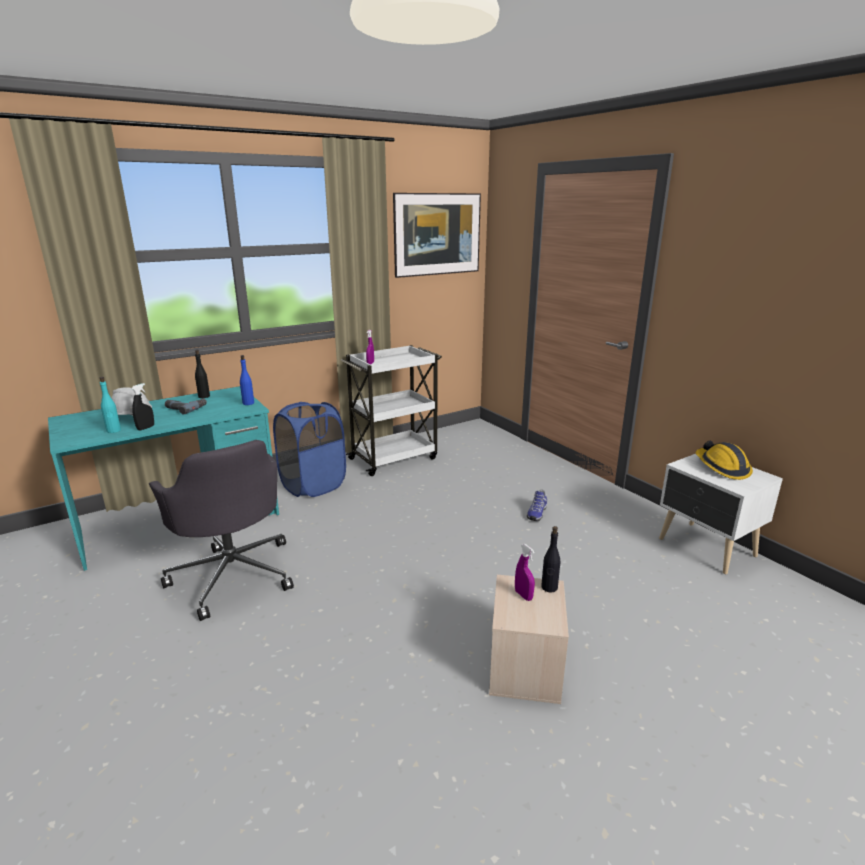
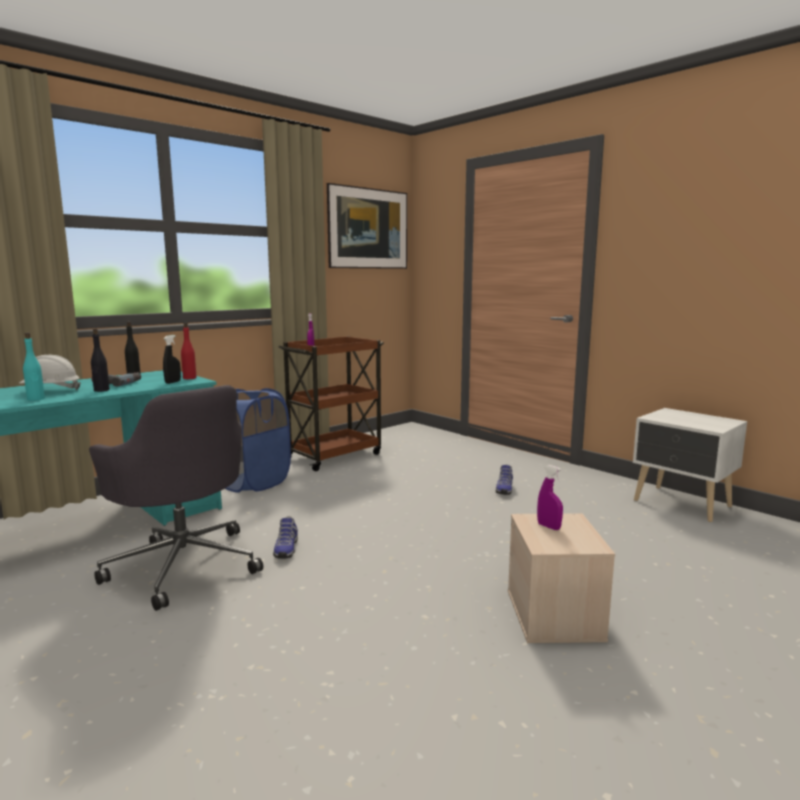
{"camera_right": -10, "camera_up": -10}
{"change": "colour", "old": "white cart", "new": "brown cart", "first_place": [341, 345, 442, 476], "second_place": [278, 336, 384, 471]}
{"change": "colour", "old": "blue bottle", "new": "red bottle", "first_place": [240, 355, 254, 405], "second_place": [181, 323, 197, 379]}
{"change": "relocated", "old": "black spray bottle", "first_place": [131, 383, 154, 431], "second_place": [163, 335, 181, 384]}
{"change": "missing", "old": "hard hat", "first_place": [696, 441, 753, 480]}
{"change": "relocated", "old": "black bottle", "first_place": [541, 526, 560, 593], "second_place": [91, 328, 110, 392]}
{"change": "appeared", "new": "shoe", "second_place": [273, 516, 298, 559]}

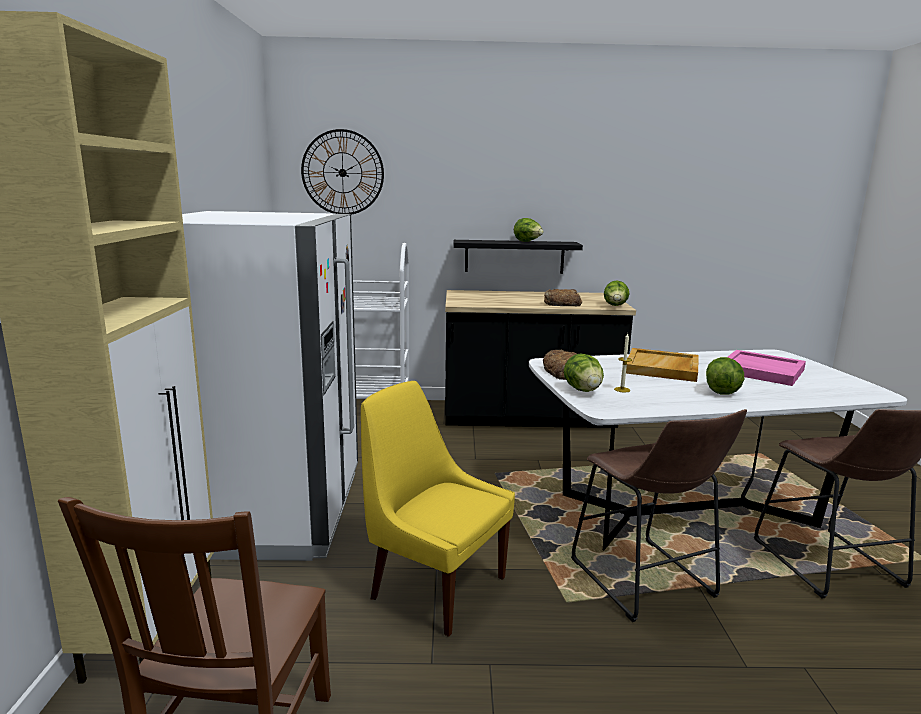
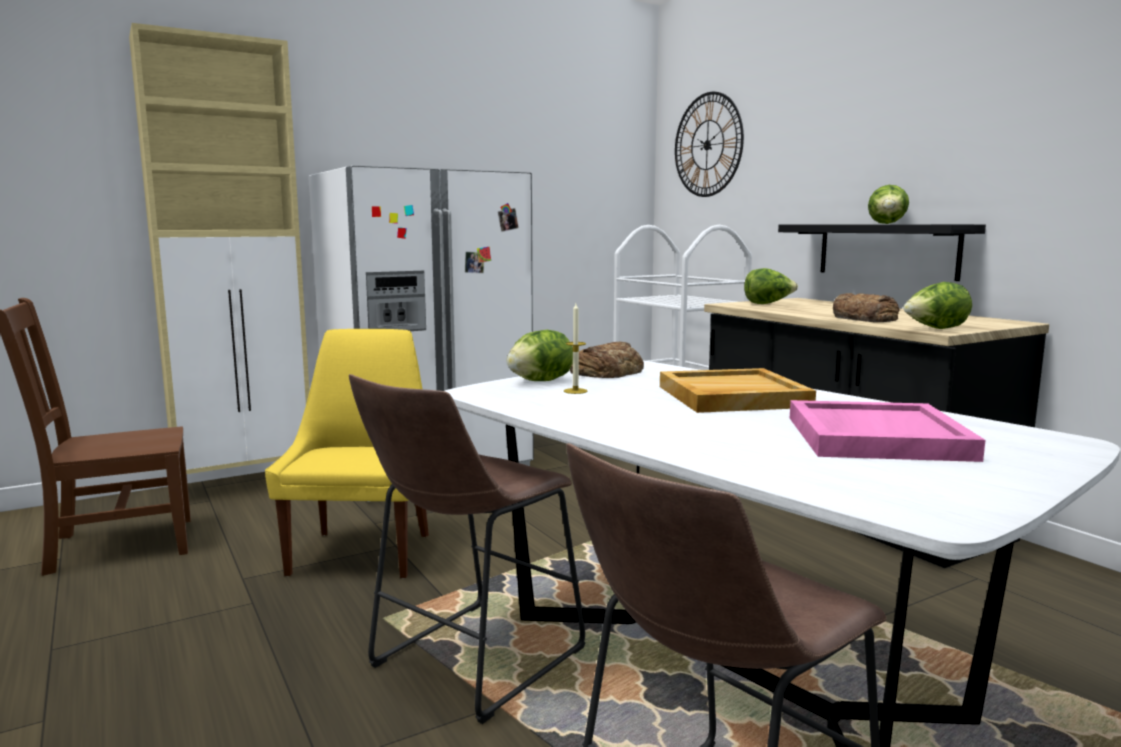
{"camera_right": 60, "camera_up": -5}
{"change": "relocated", "old": "lettuce", "first_place": [706, 357, 744, 395], "second_place": [744, 268, 798, 304]}

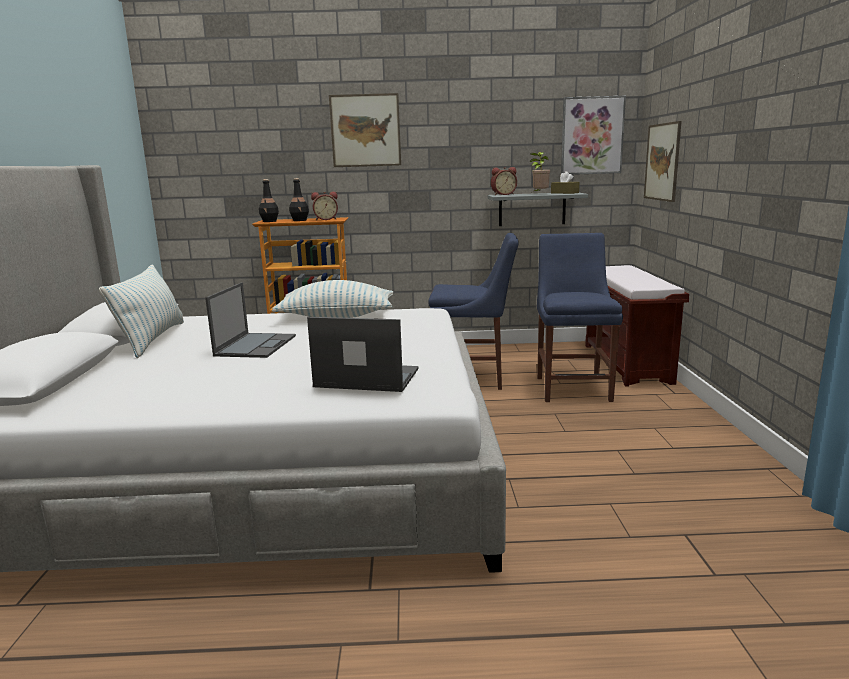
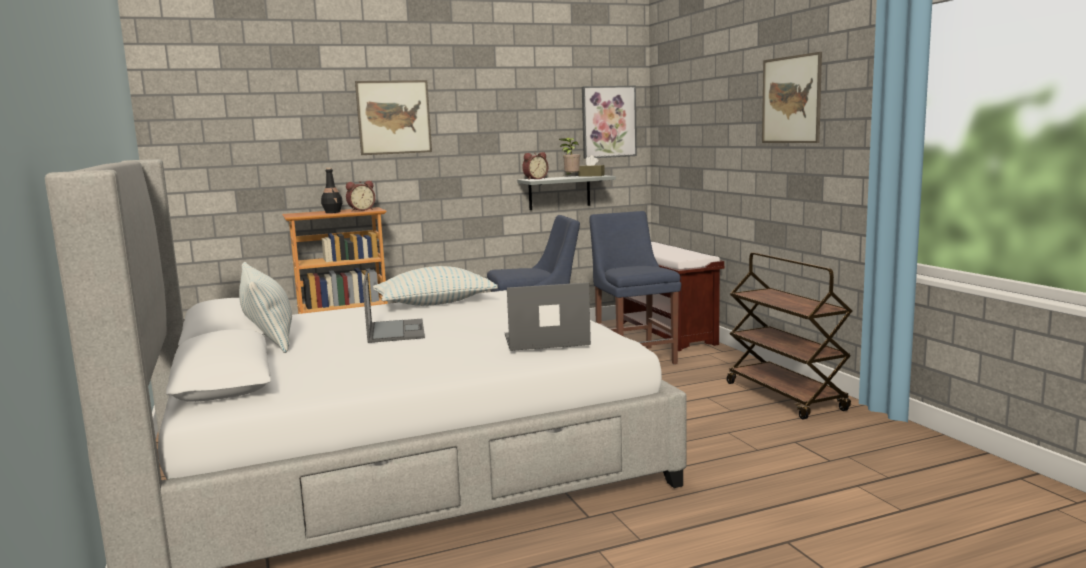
{"camera_right": -20, "camera_up": -5}
{"change": "relocated", "old": "picture", "first_place": [644, 121, 682, 202], "second_place": [762, 52, 822, 143]}
{"change": "missing", "old": "black bottle", "first_place": [259, 179, 279, 222]}
{"change": "appeared", "new": "brown cart", "second_place": [727, 252, 852, 419]}

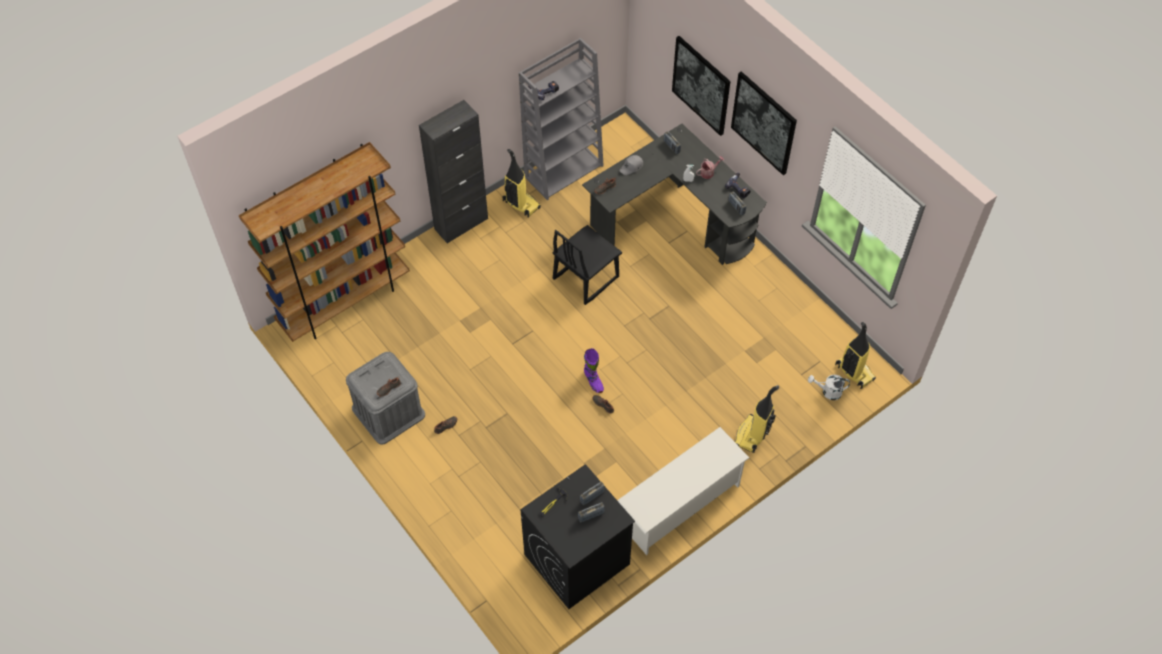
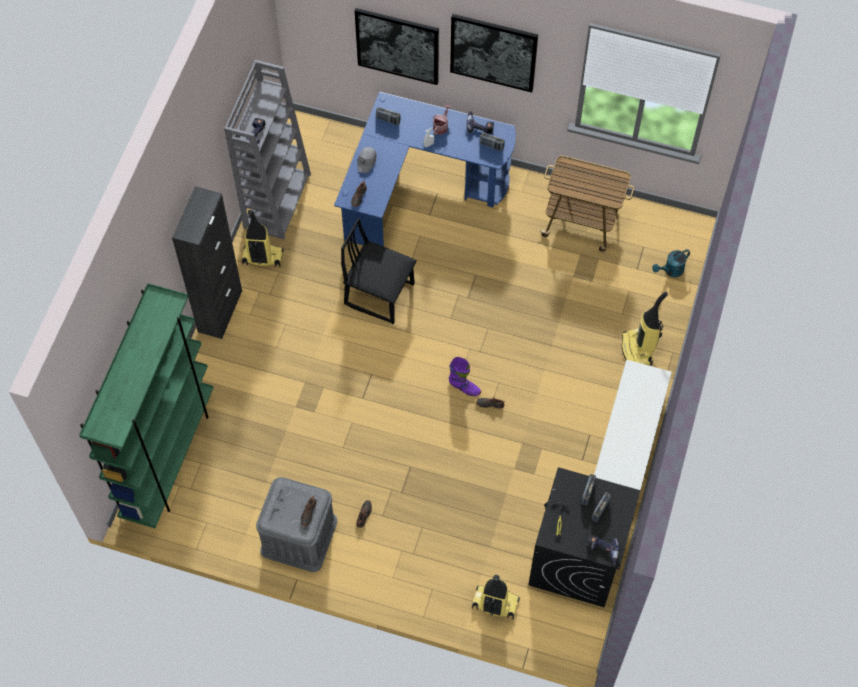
{"camera_right": -35, "camera_up": 5}
{"change": "colour", "old": "black desk", "new": "blue desk", "first_place": [582, 124, 767, 265], "second_place": [334, 92, 516, 247]}
{"change": "colour", "old": "brown bookcase", "new": "green bookcase", "first_place": [239, 142, 410, 342], "second_place": [79, 283, 213, 528]}
{"change": "spun", "old": "black chair", "first_place": [553, 225, 622, 305], "second_place": [341, 218, 417, 324], "degrees": 105}
{"change": "relocated", "old": "vacuum cleaner", "first_place": [835, 322, 876, 389], "second_place": [472, 575, 520, 620]}
{"change": "colour", "old": "white watering can", "new": "turquoise watering can", "first_place": [808, 375, 850, 400], "second_place": [652, 249, 690, 277]}
{"change": "appeared", "new": "cart", "second_place": [538, 156, 634, 252]}
{"change": "appeared", "new": "power drill", "second_place": [587, 535, 619, 566]}

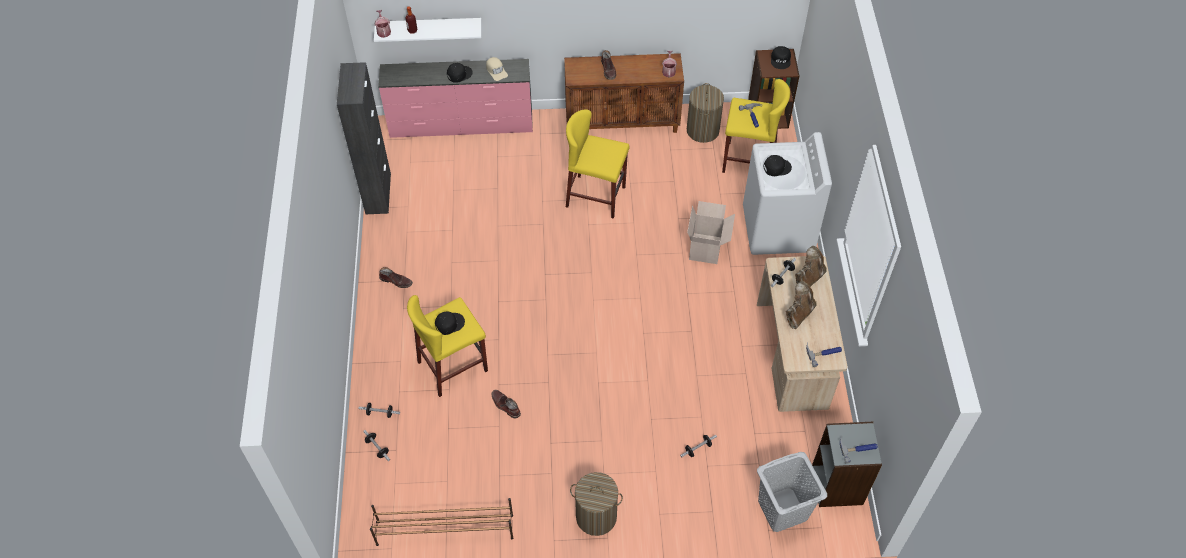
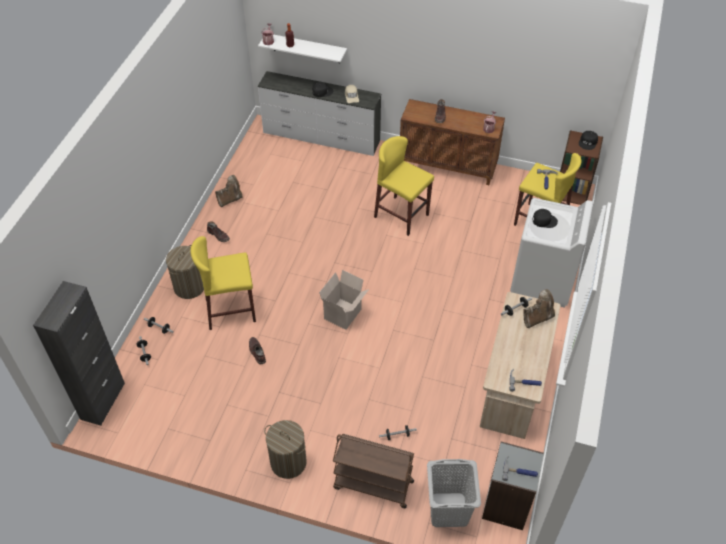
{"camera_right": 20, "camera_up": -5}
{"change": "colour", "old": "pink dresser", "new": "white dresser", "first_place": [378, 59, 533, 138], "second_place": [258, 71, 381, 156]}
{"change": "relocated", "old": "black cabinet", "first_place": [337, 62, 391, 214], "second_place": [33, 281, 125, 426]}
{"change": "relocated", "old": "laundry basket", "first_place": [687, 83, 724, 143], "second_place": [166, 245, 204, 299]}
{"change": "relocated", "old": "cardboard box", "first_place": [687, 201, 735, 264], "second_place": [319, 270, 369, 330]}
{"change": "relocated", "old": "brown boot", "first_place": [786, 281, 817, 329], "second_place": [215, 175, 243, 207]}
{"change": "missing", "old": "black cap", "first_place": [435, 312, 465, 335]}
{"change": "missing", "old": "brown shoe rack", "first_place": [370, 498, 514, 546]}
{"change": "appeared", "new": "brown cart", "second_place": [333, 434, 414, 508]}

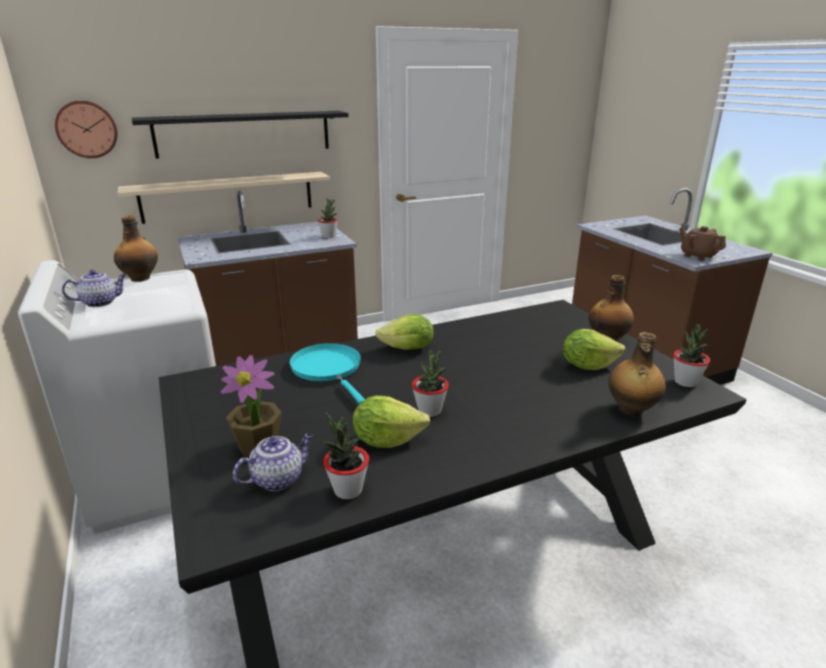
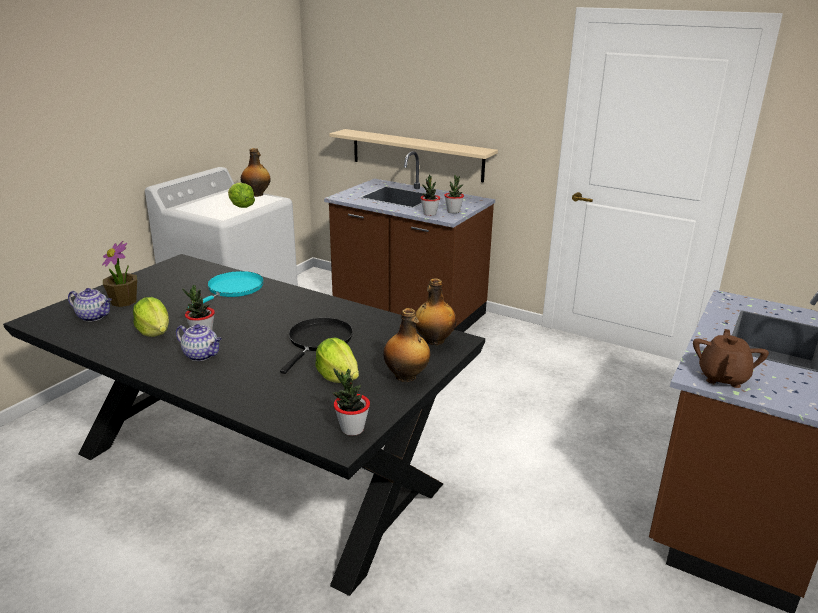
{"camera_right": 55, "camera_up": 0}
{"change": "missing", "old": "wall clock", "first_place": [55, 100, 118, 158]}
{"change": "missing", "old": "black shelf", "first_place": [132, 111, 349, 159]}
{"change": "relocated", "old": "teapot", "first_place": [62, 270, 127, 307], "second_place": [176, 324, 222, 361]}
{"change": "relocated", "old": "lettuce", "first_place": [375, 314, 434, 350], "second_place": [228, 182, 255, 208]}
{"change": "relocated", "old": "bottle", "first_place": [609, 332, 666, 416], "second_place": [416, 278, 457, 345]}
{"change": "relocated", "old": "potted plant", "first_place": [323, 413, 369, 499], "second_place": [421, 174, 440, 216]}
{"change": "appeared", "new": "black frying pan", "second_place": [280, 317, 353, 374]}

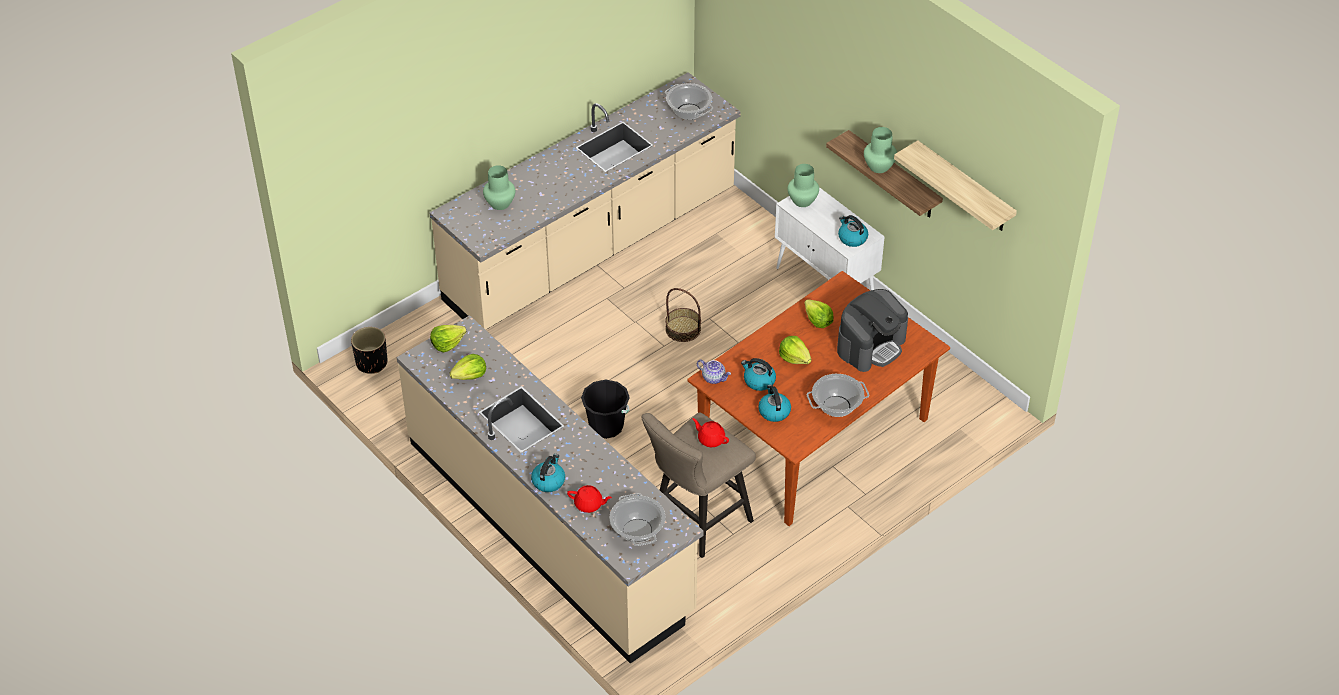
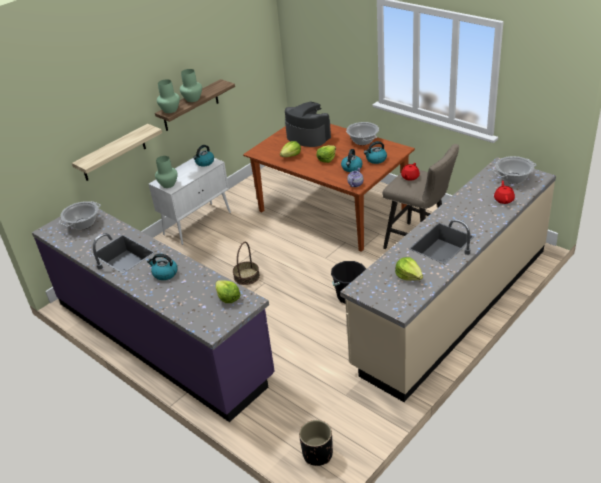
{"camera_right": -95, "camera_up": -10}
{"change": "colour", "old": "beige counter", "new": "purple counter", "first_place": [429, 72, 741, 330], "second_place": [32, 209, 275, 422]}
{"change": "relocated", "old": "shelf", "first_place": [894, 140, 1017, 231], "second_place": [72, 124, 162, 181]}
{"change": "relocated", "old": "green vase", "first_place": [483, 165, 515, 210], "second_place": [157, 79, 180, 113]}
{"change": "relocated", "old": "lettuce", "first_place": [430, 325, 467, 352], "second_place": [216, 280, 241, 303]}
{"change": "relocated", "old": "kettle", "first_place": [531, 454, 565, 492], "second_place": [147, 254, 178, 280]}

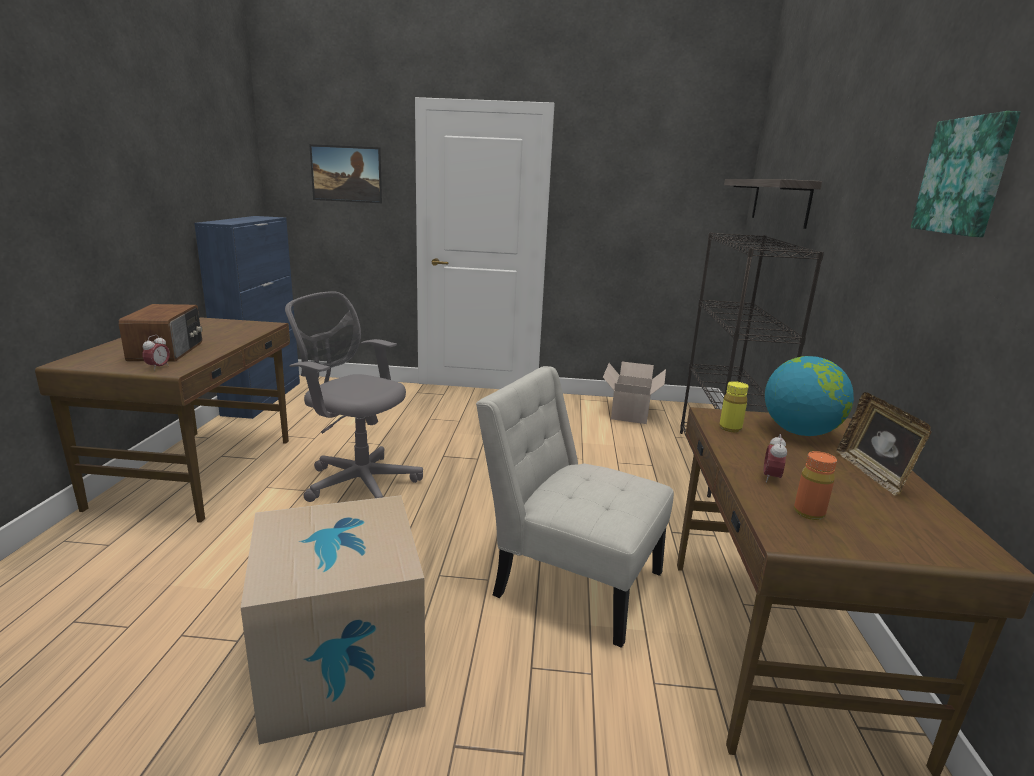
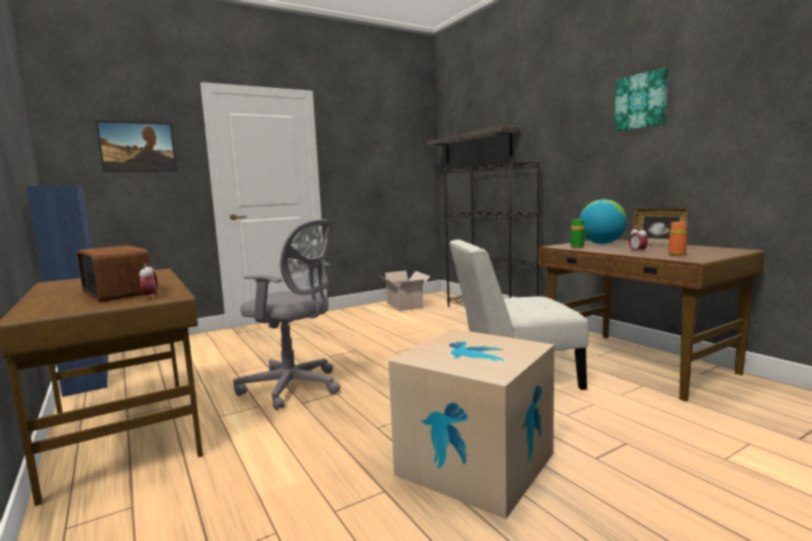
{"camera_right": -35, "camera_up": -10}
{"change": "spun", "old": "grey office chair", "first_place": [285, 291, 423, 502], "second_place": [233, 219, 340, 410], "degrees": -150}
{"change": "colour", "old": "yellow bottle", "new": "green bottle", "first_place": [719, 381, 748, 432], "second_place": [571, 219, 585, 248]}

